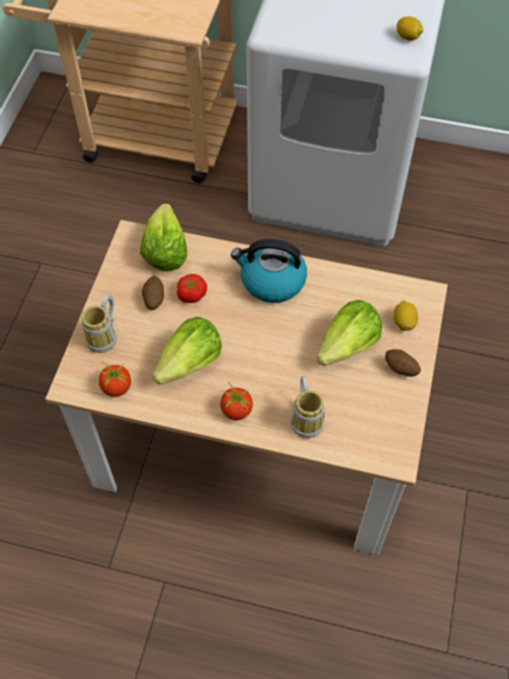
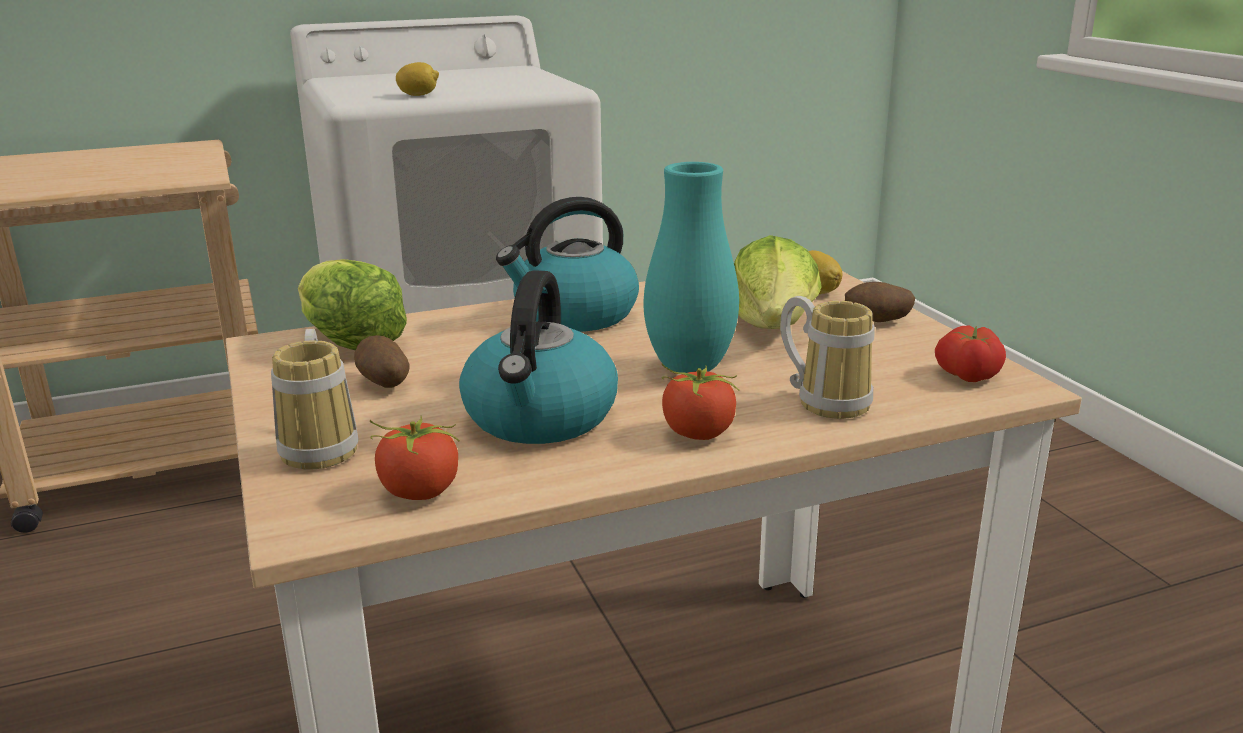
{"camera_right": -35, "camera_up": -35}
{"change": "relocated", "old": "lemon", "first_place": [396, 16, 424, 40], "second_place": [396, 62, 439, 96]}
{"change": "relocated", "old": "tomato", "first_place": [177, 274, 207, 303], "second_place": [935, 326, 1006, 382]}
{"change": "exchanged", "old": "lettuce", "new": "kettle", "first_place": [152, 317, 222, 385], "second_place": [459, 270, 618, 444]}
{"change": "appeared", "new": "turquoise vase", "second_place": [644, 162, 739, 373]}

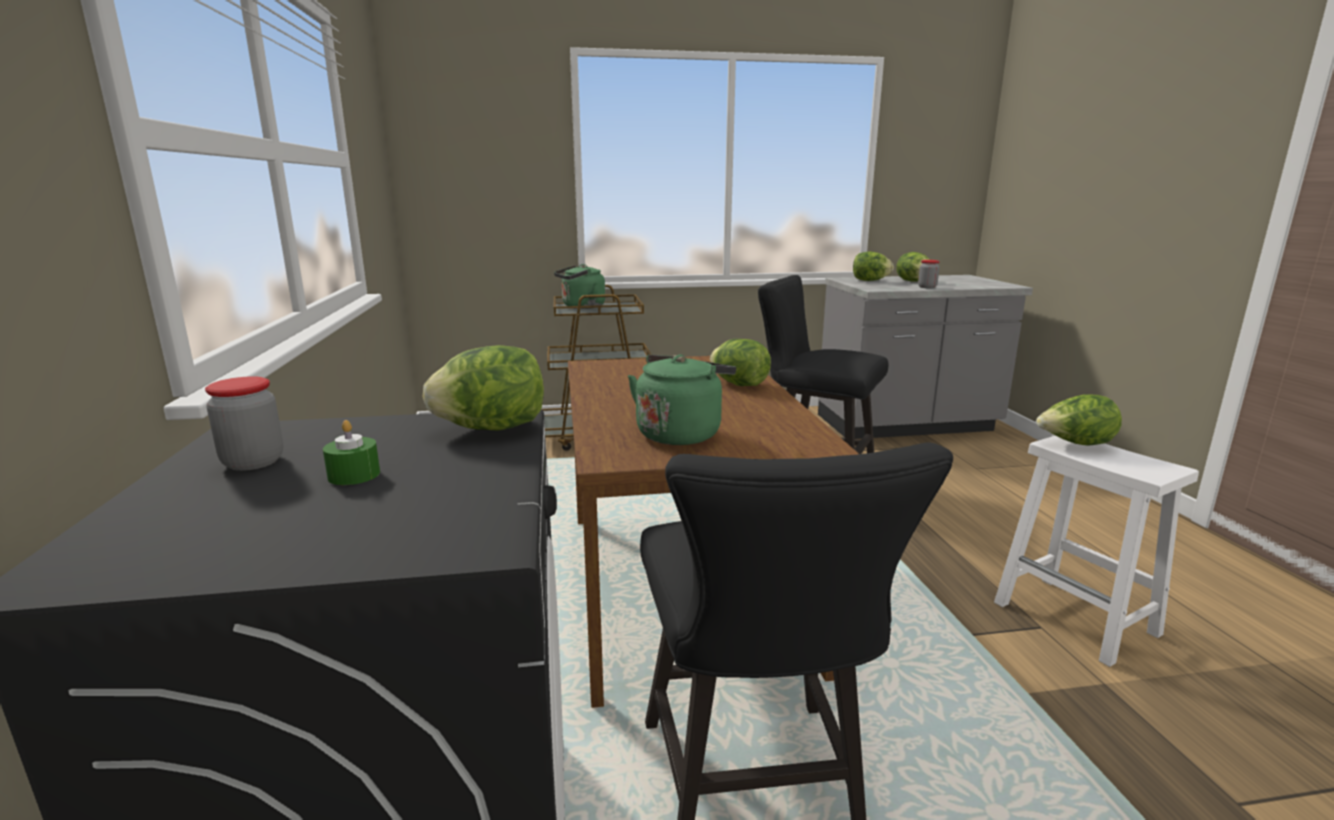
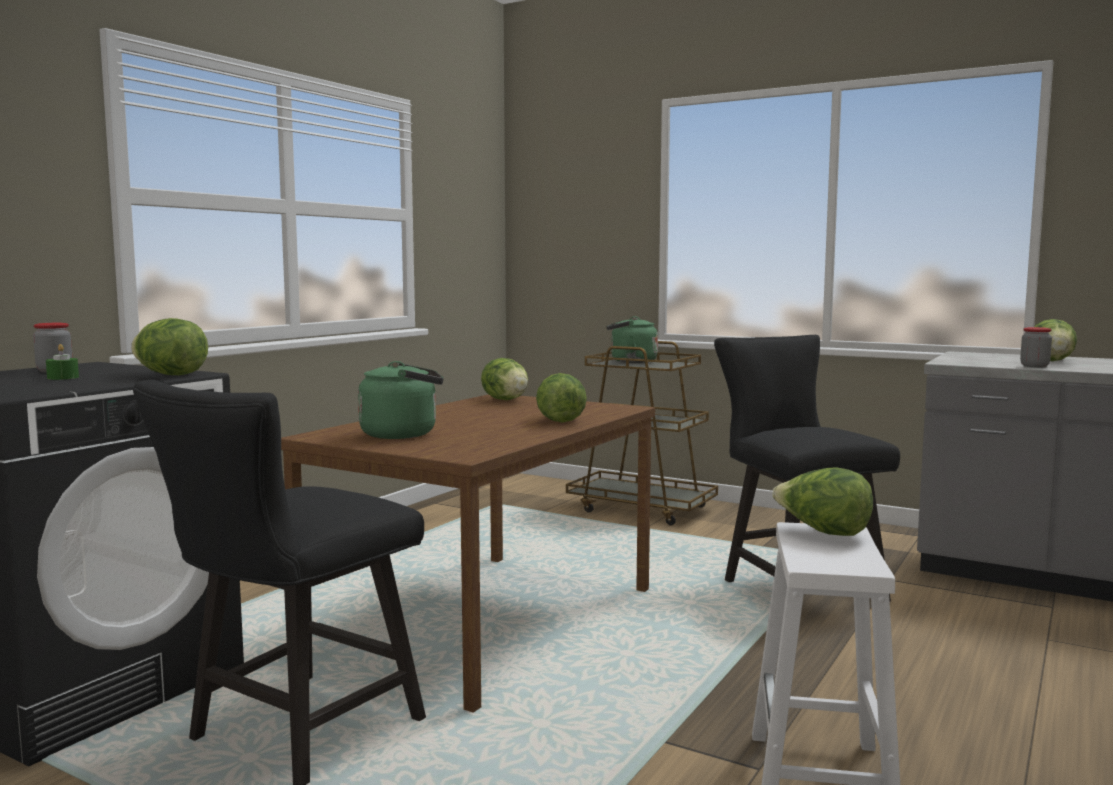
{"camera_right": 40, "camera_up": -10}
{"change": "relocated", "old": "lettuce", "first_place": [853, 252, 894, 281], "second_place": [481, 358, 528, 400]}

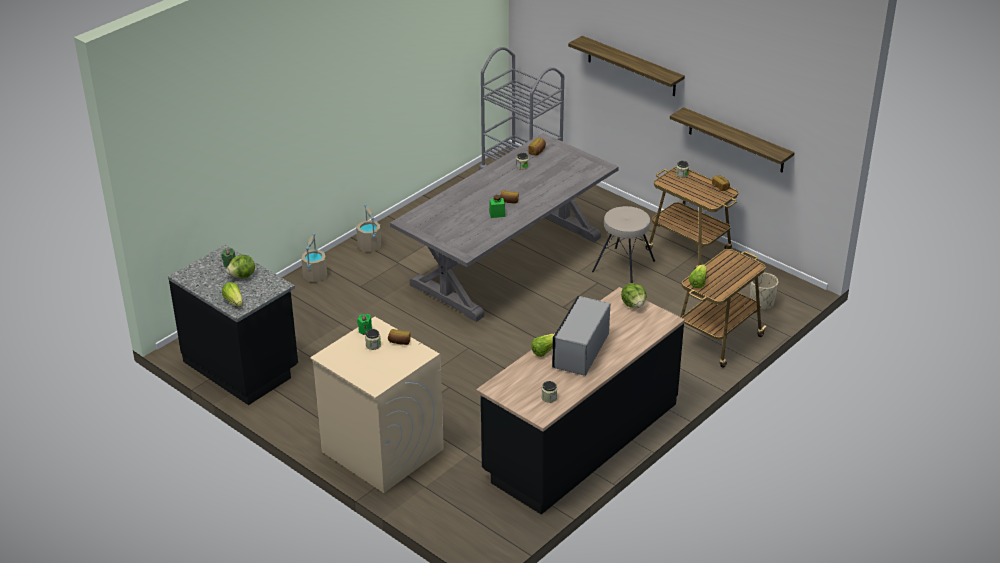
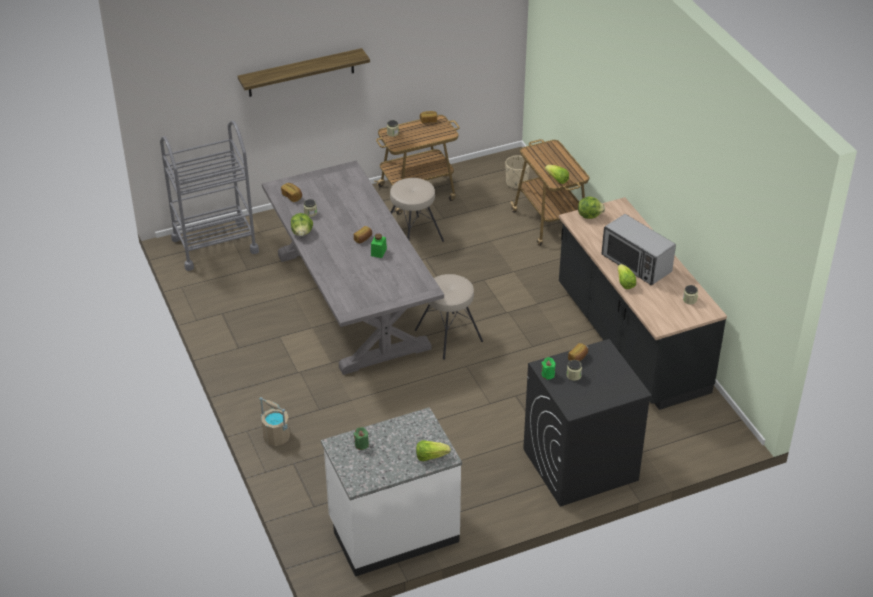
{"camera_right": -65, "camera_up": 5}
{"change": "missing", "old": "shelf", "first_place": [670, 107, 794, 172]}
{"change": "missing", "old": "beige bucket", "first_place": [356, 204, 381, 252]}
{"change": "colour", "old": "black counter", "new": "white counter", "first_place": [168, 245, 298, 405], "second_place": [321, 407, 462, 577]}
{"change": "relocated", "old": "lettuce", "first_place": [226, 255, 255, 278], "second_place": [291, 213, 313, 236]}
{"change": "colour", "old": "beige washing machine", "new": "black washing machine", "first_place": [310, 317, 444, 493], "second_place": [523, 339, 652, 507]}
{"change": "appeared", "new": "beige stool", "second_place": [415, 274, 483, 360]}

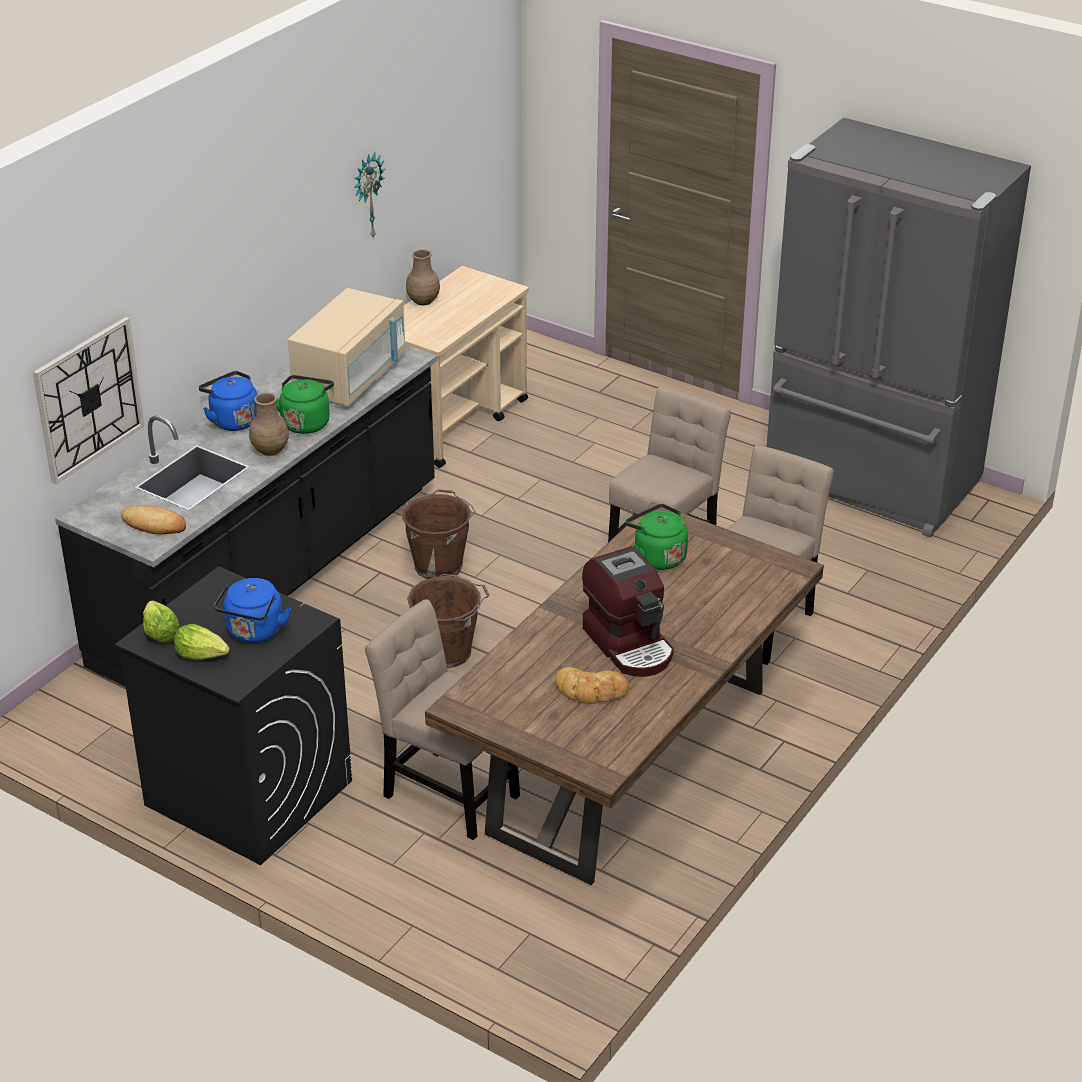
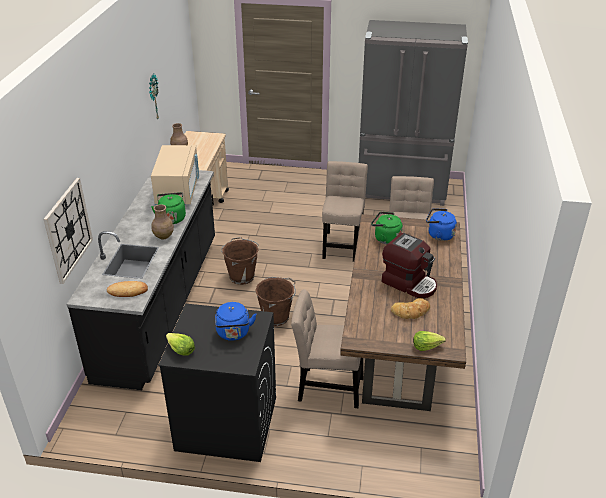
{"camera_right": -25, "camera_up": 0}
{"change": "relocated", "old": "blue kettle", "first_place": [199, 371, 258, 431], "second_place": [426, 208, 457, 241]}
{"change": "relocated", "old": "lettuce", "first_place": [174, 624, 230, 660], "second_place": [413, 331, 446, 351]}

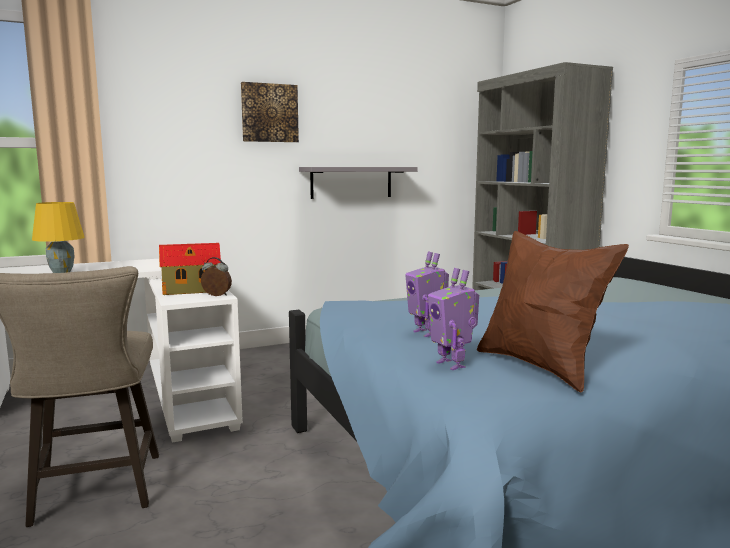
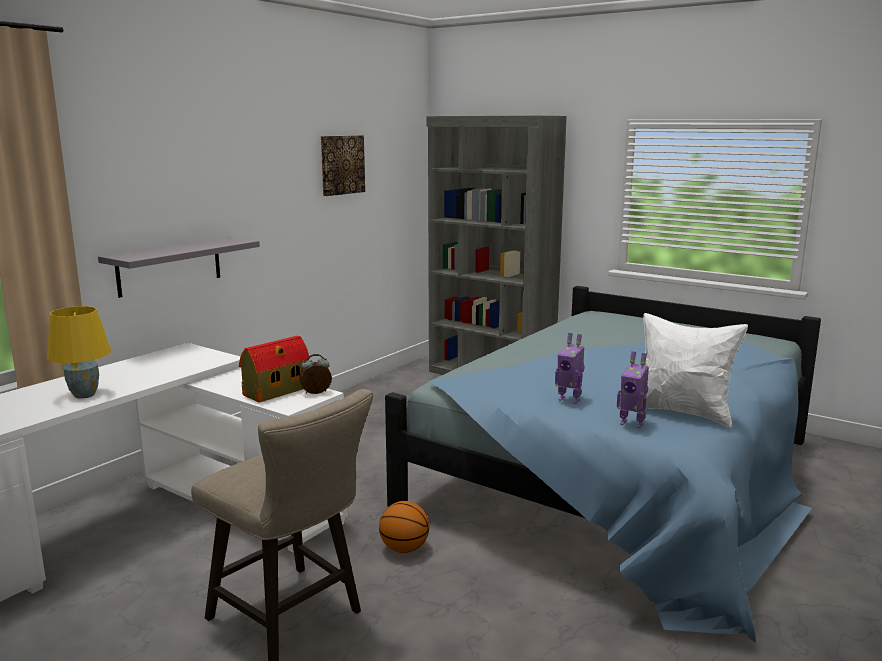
{"camera_right": -30, "camera_up": 5}
{"change": "relocated", "old": "picture", "first_place": [241, 82, 299, 142], "second_place": [321, 135, 365, 196]}
{"change": "relocated", "old": "grey shelf", "first_place": [299, 167, 418, 199], "second_place": [98, 237, 260, 298]}
{"change": "colour", "old": "brown pillow", "new": "white pillow", "first_place": [477, 231, 629, 393], "second_place": [643, 313, 748, 427]}
{"change": "appeared", "new": "basketball", "second_place": [379, 501, 429, 553]}

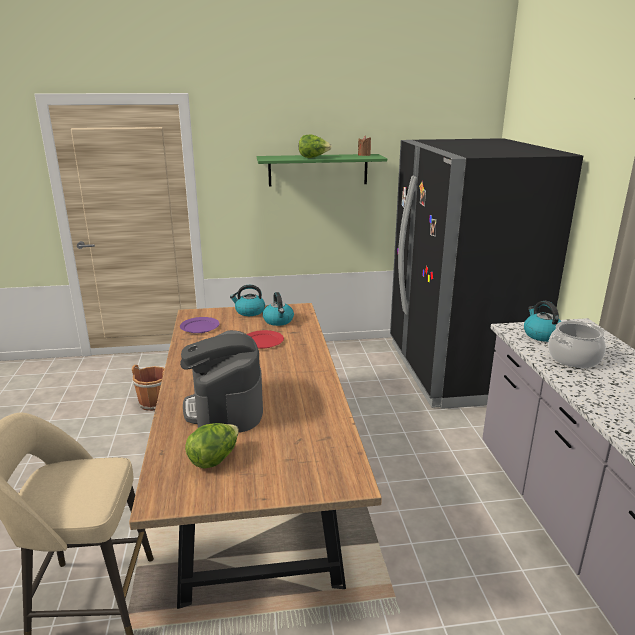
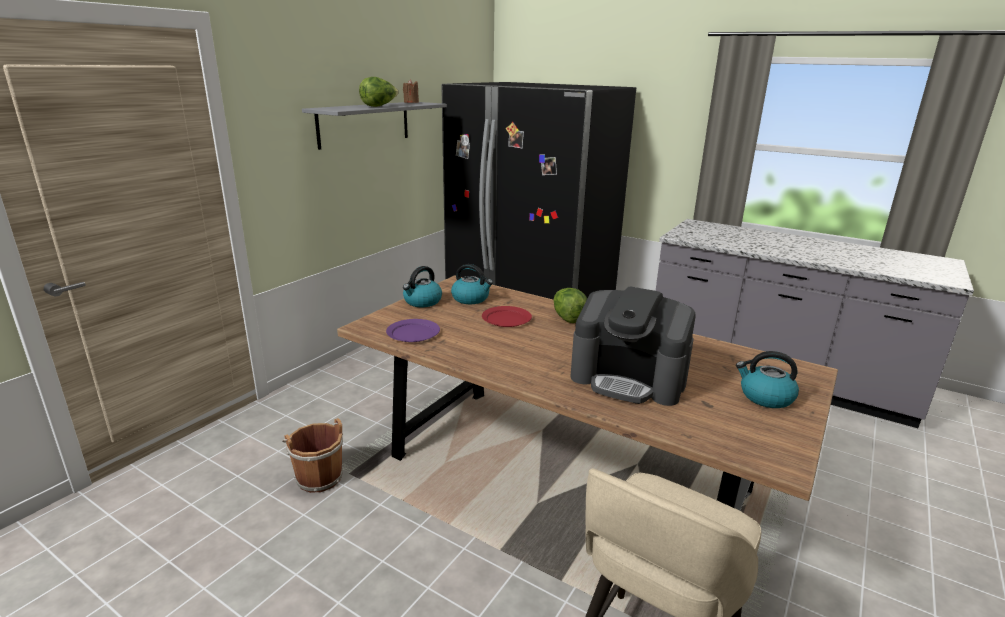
{"camera_right": -50, "camera_up": 0}
{"change": "colour", "old": "green shelf", "new": "grey shelf", "first_place": [257, 154, 387, 186], "second_place": [302, 102, 447, 150]}
{"change": "relocated", "old": "kettle", "first_place": [524, 301, 562, 342], "second_place": [736, 351, 799, 408]}
{"change": "missing", "old": "cooking pot", "first_place": [548, 321, 606, 368]}
{"change": "relocated", "old": "lettuce", "first_place": [185, 423, 239, 469], "second_place": [553, 288, 587, 323]}

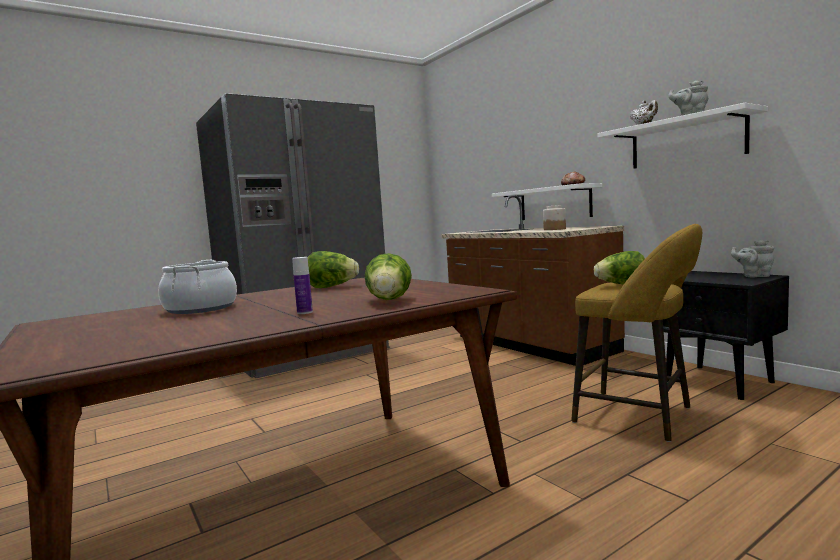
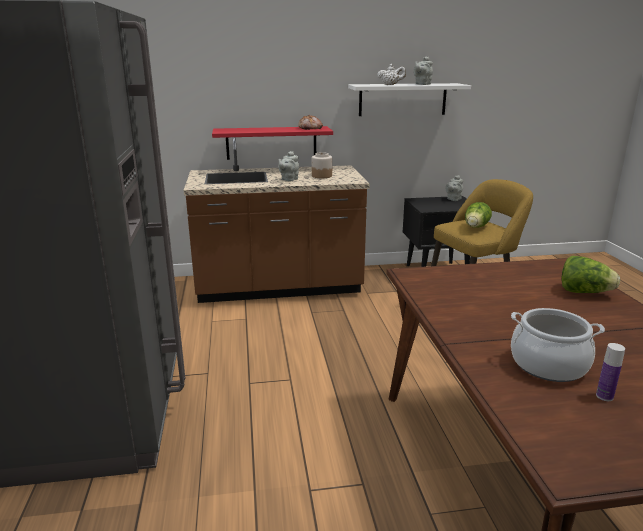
{"camera_right": -65, "camera_up": 15}
{"change": "colour", "old": "white shelf", "new": "red shelf", "first_place": [492, 183, 602, 220], "second_place": [212, 126, 333, 160]}
{"change": "missing", "old": "lettuce", "first_place": [307, 251, 359, 288]}
{"change": "relocated", "old": "bottle", "first_place": [292, 257, 313, 314], "second_place": [596, 343, 625, 401]}
{"change": "appeared", "new": "grey teapot", "second_place": [278, 151, 299, 181]}

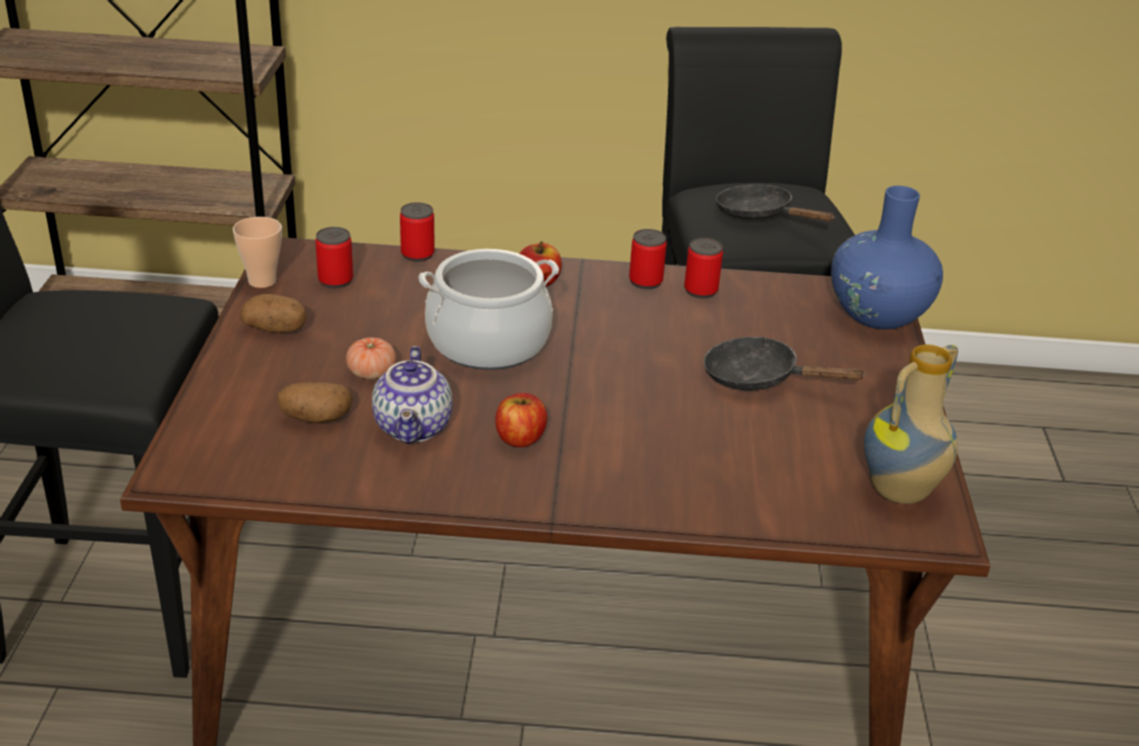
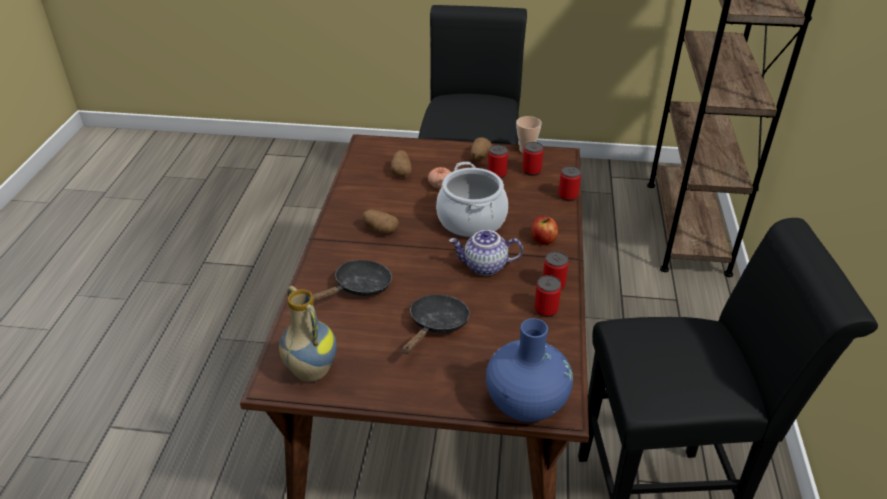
{"camera_right": 95, "camera_up": 5}
{"change": "relocated", "old": "black frying pan", "first_place": [716, 184, 835, 221], "second_place": [313, 260, 392, 302]}
{"change": "relocated", "old": "teapot", "first_place": [372, 346, 453, 444], "second_place": [449, 230, 523, 276]}
{"change": "exchanged", "old": "apple", "new": "potato", "first_place": [495, 393, 547, 447], "second_place": [363, 209, 399, 234]}
{"change": "appeared", "new": "can", "second_place": [488, 145, 508, 178]}

